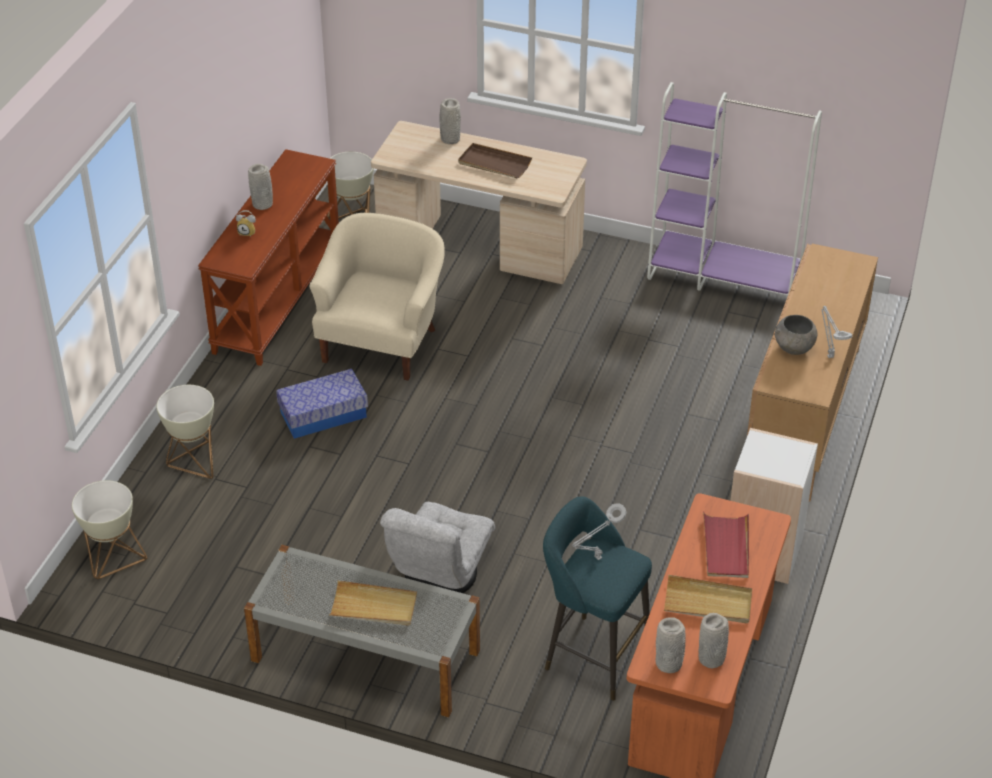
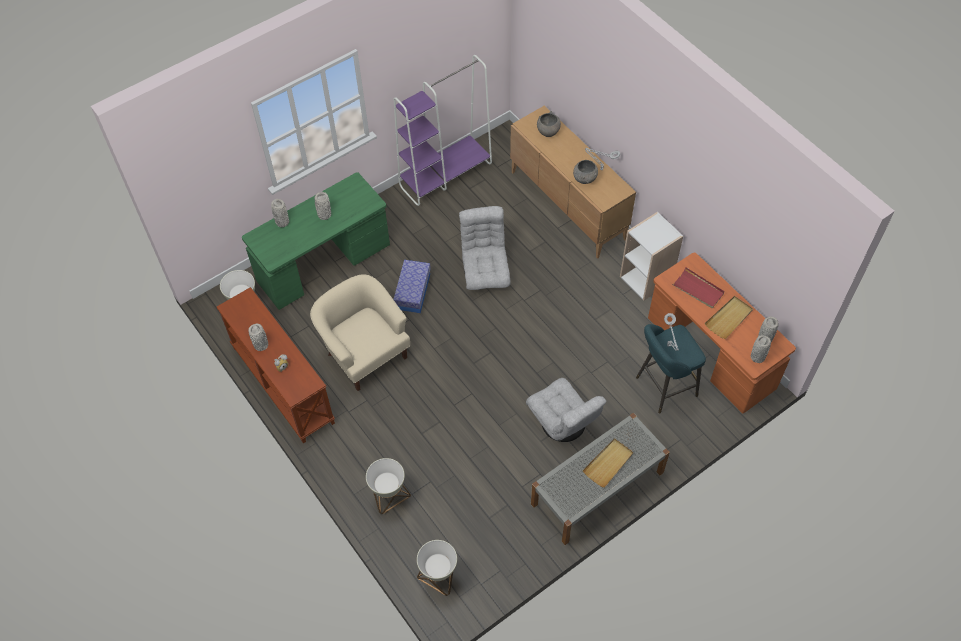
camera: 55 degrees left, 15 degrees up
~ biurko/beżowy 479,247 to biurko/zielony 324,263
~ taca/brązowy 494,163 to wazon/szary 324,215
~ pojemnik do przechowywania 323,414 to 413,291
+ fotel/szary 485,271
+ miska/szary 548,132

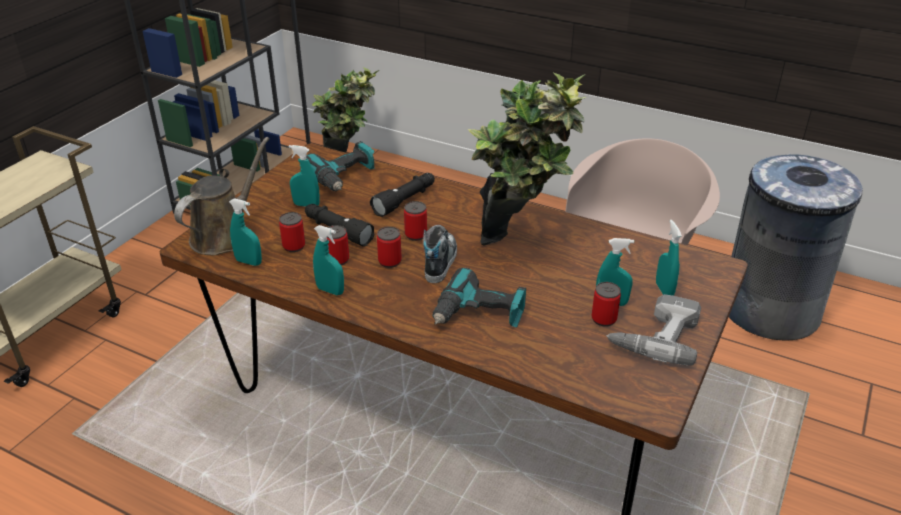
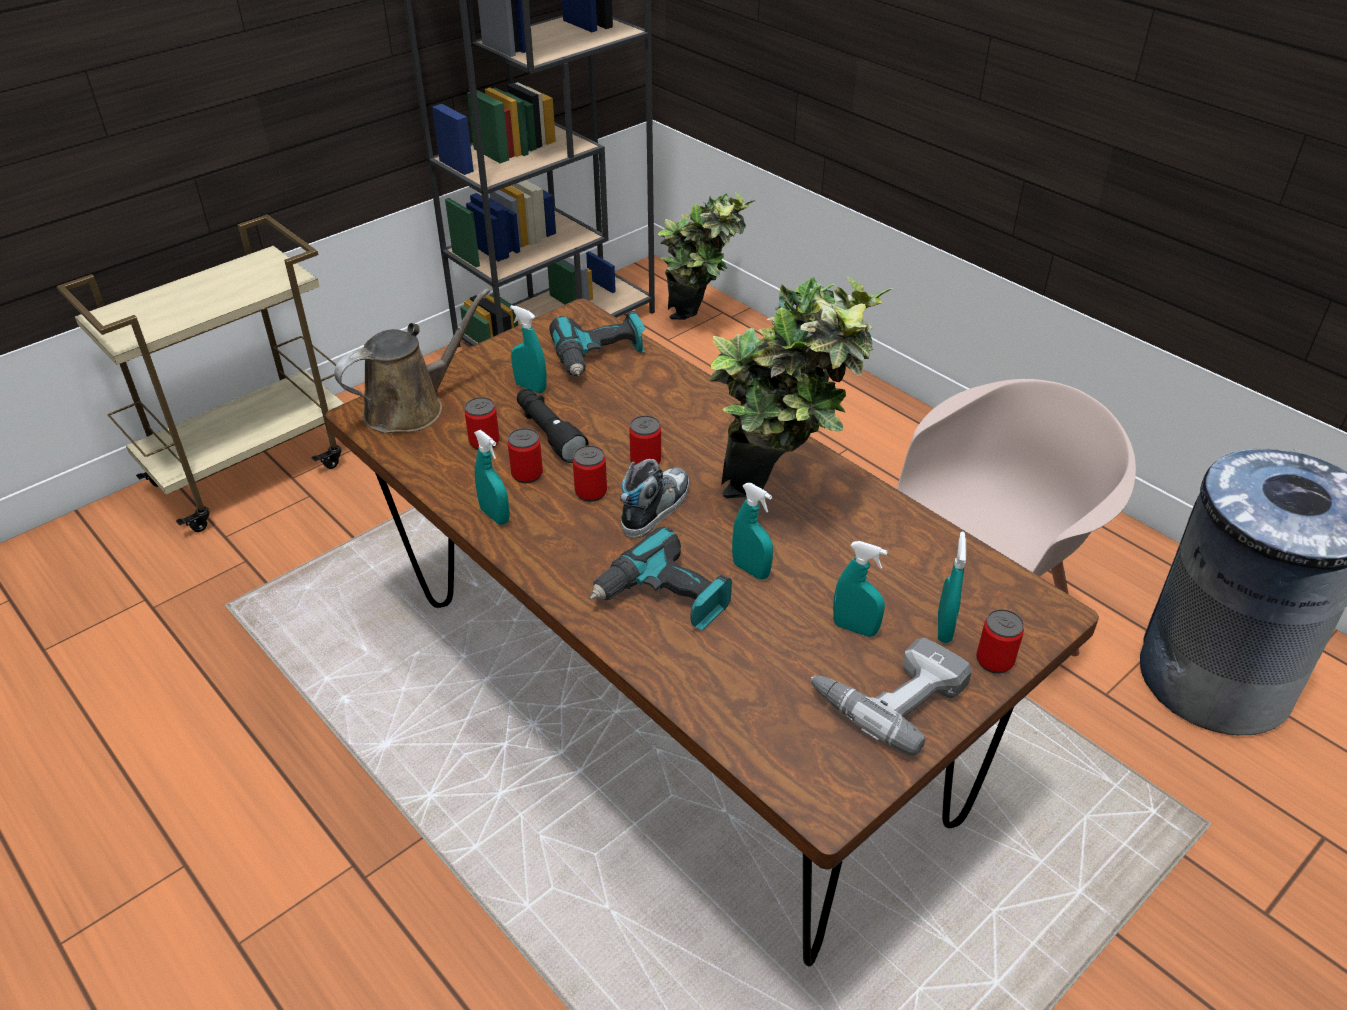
camera: 20 degrees right, 5 degrees up
~ spryskiwacz/turkusowy 249,262 to 751,570
~ puszka 604,319 to 994,661
- latarka/czarny 405,201

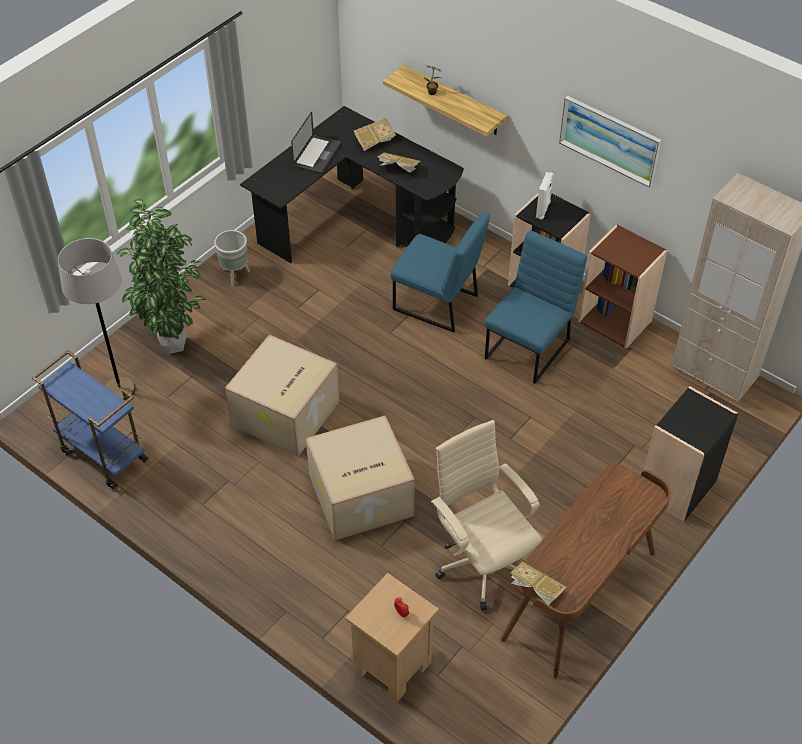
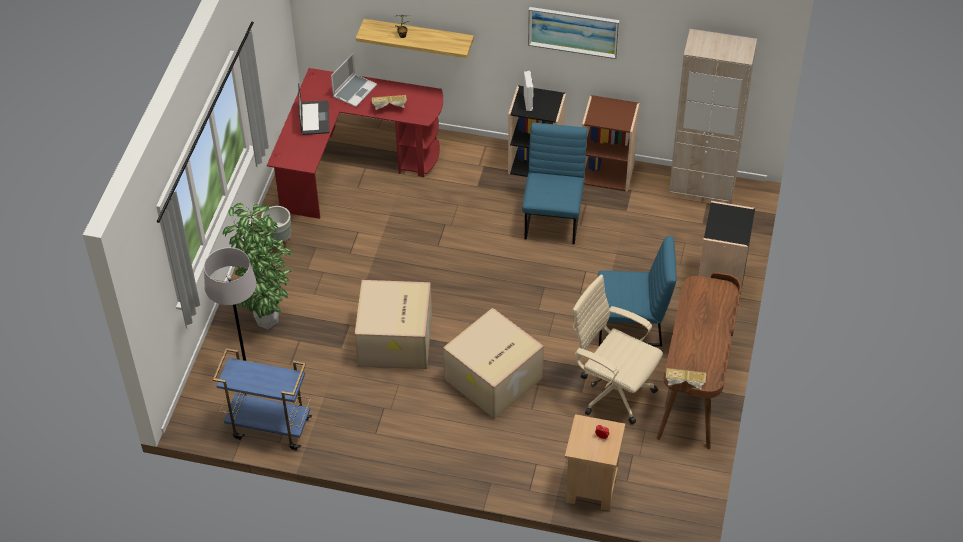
camera: 25 degrees left, 0 degrees up
~ biurko/czarny 355,221 to biurko/czerwony 351,163
~ książka 374,141 to laptop 354,90
~ krzesło/niebieski 437,304 to 632,325

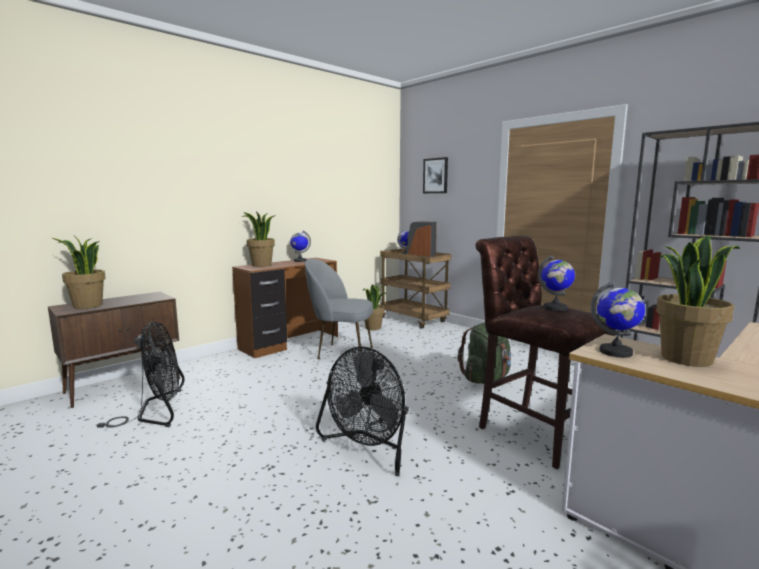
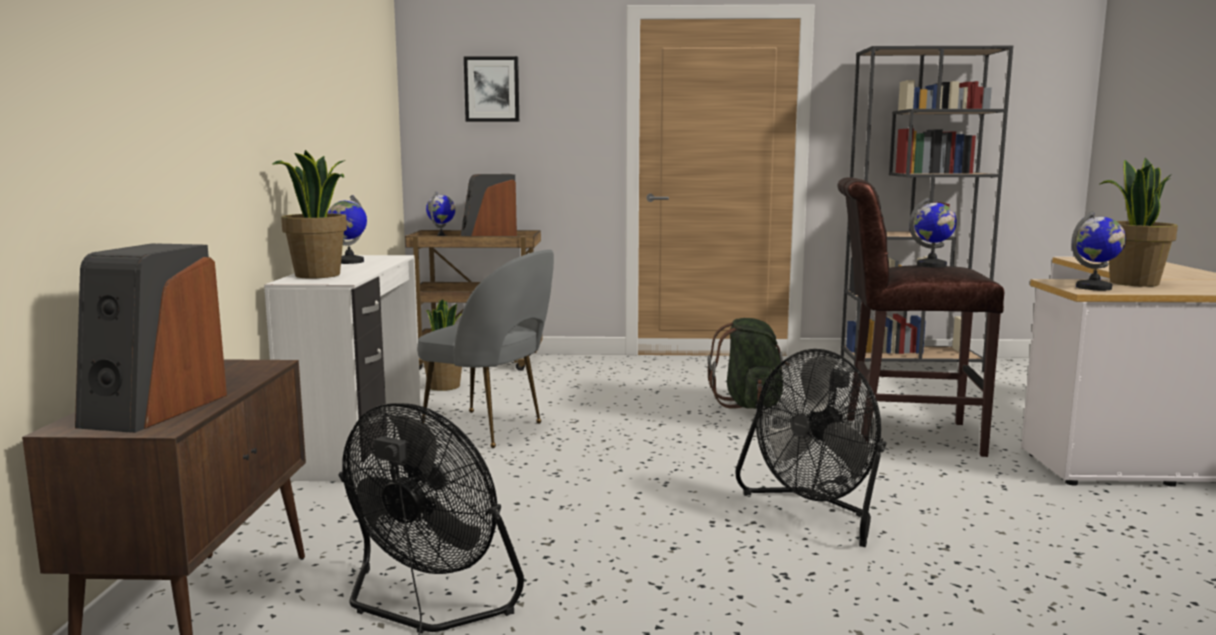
camera: 45 degrees left, 0 degrees up
~ roślina doniczkowa 87,306 to głośnik 154,410
~ biurko/brązowy 290,343 to biurko/biały 360,442
~ krzesło/szary 340,352 = 490,430 120 degrees counterclockwise
~ wentylator/czarny 368,446 = 817,509 60 degrees clockwise

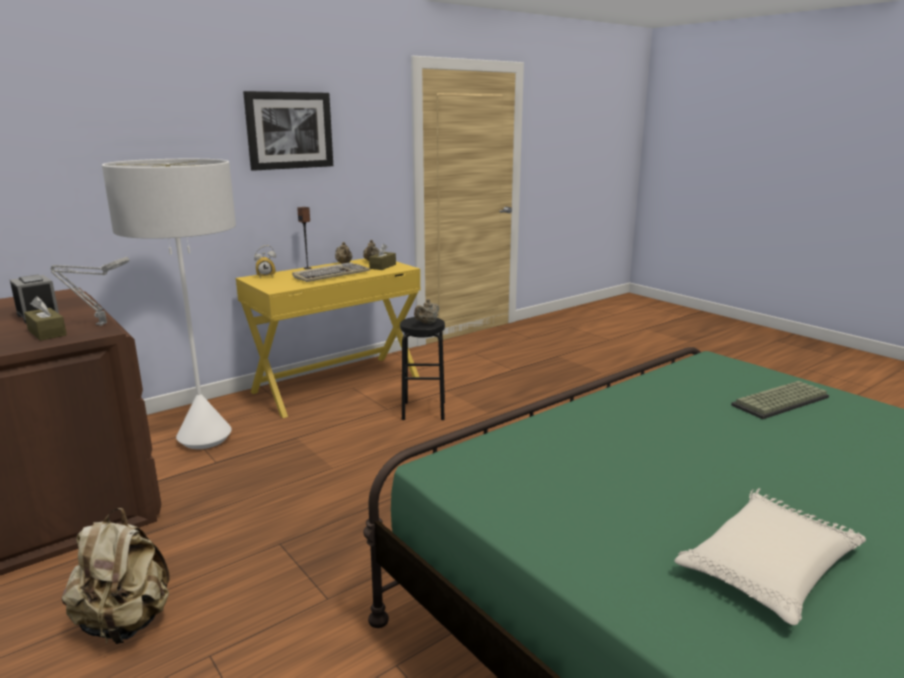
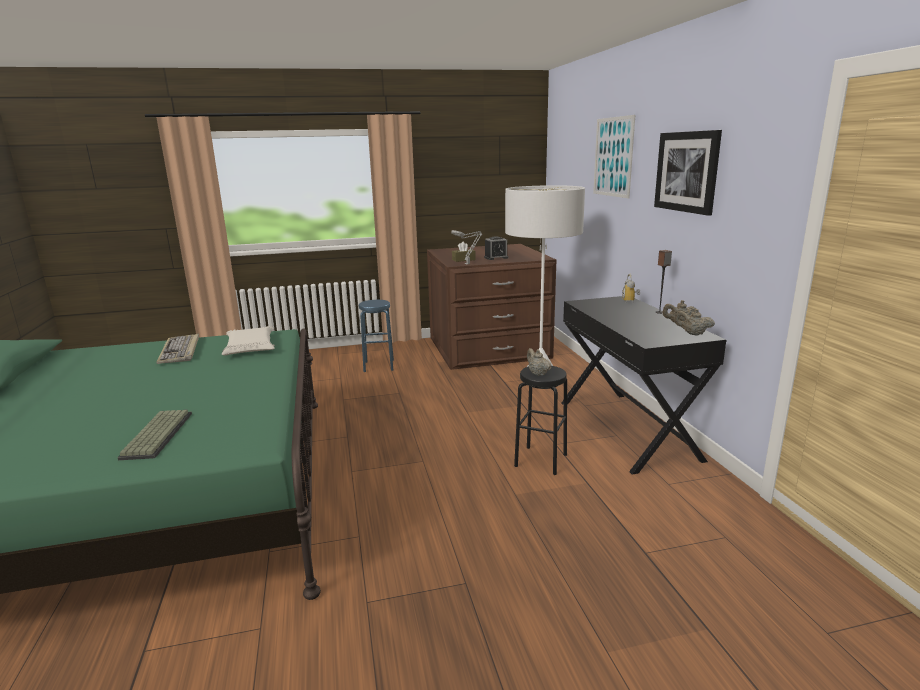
camera: 115 degrees right, 0 degrees up
~ klawiatura 331,275 to 180,351
~ poduszka/biały 768,562 to 250,346
~ plecak/beżowy 125,623 to stołek/niebieski 379,366
~ biurko/żółty 337,384 to biurko/czarny 627,429
+ obraz 613,157
- pudełko chusteczek/brązowy 382,266

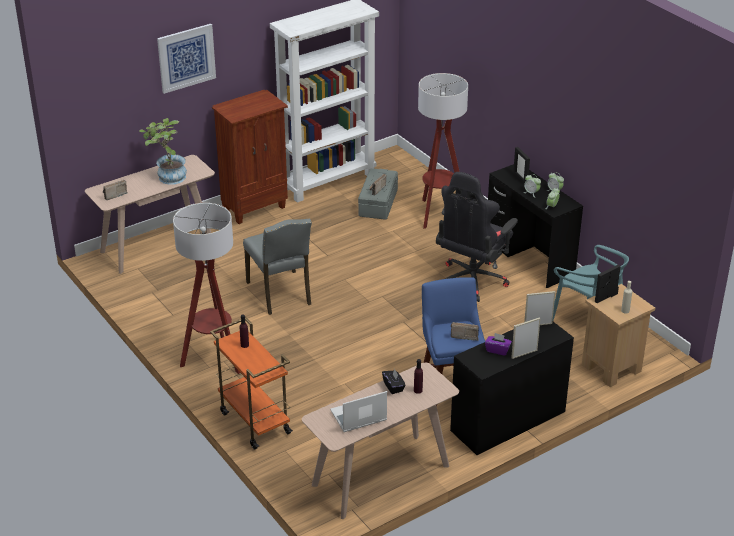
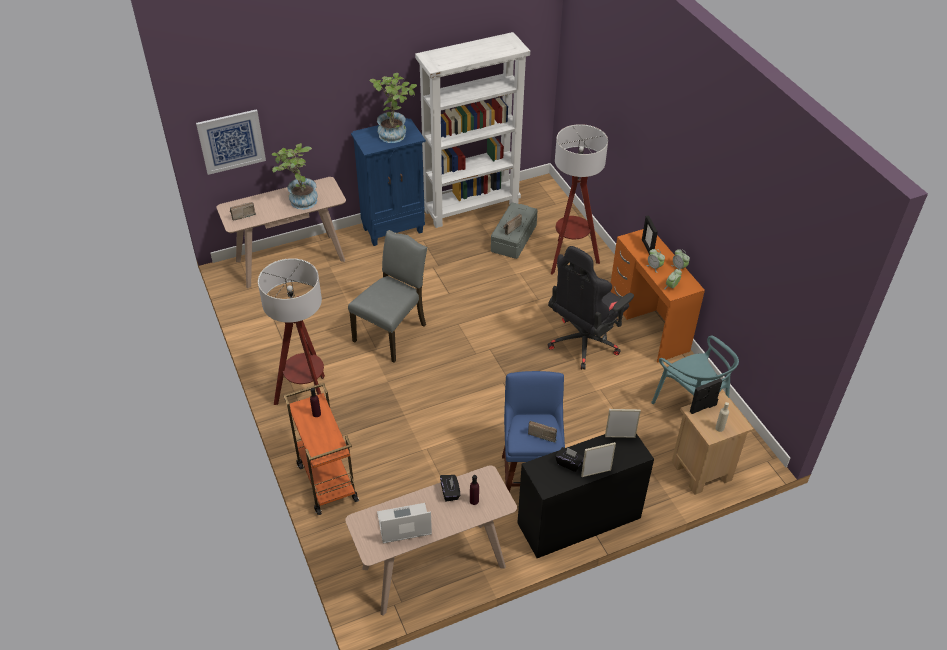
camera: 10 degrees right, 10 degrees up
~ obraz 186,58 to 231,141
~ krzesło/szary 280,294 = 392,332 135 degrees counterclockwise
~ szafka/brązowy 255,209 to szafka/niebieski 393,231
+ roślina doniczkowa 395,133
~ pudełko chusteczek/fioletowy 497,350 to pudełko chusteczek/czarny 569,463
~ biurko/czarny 529,258 to biurko/pomarańczowy 648,324

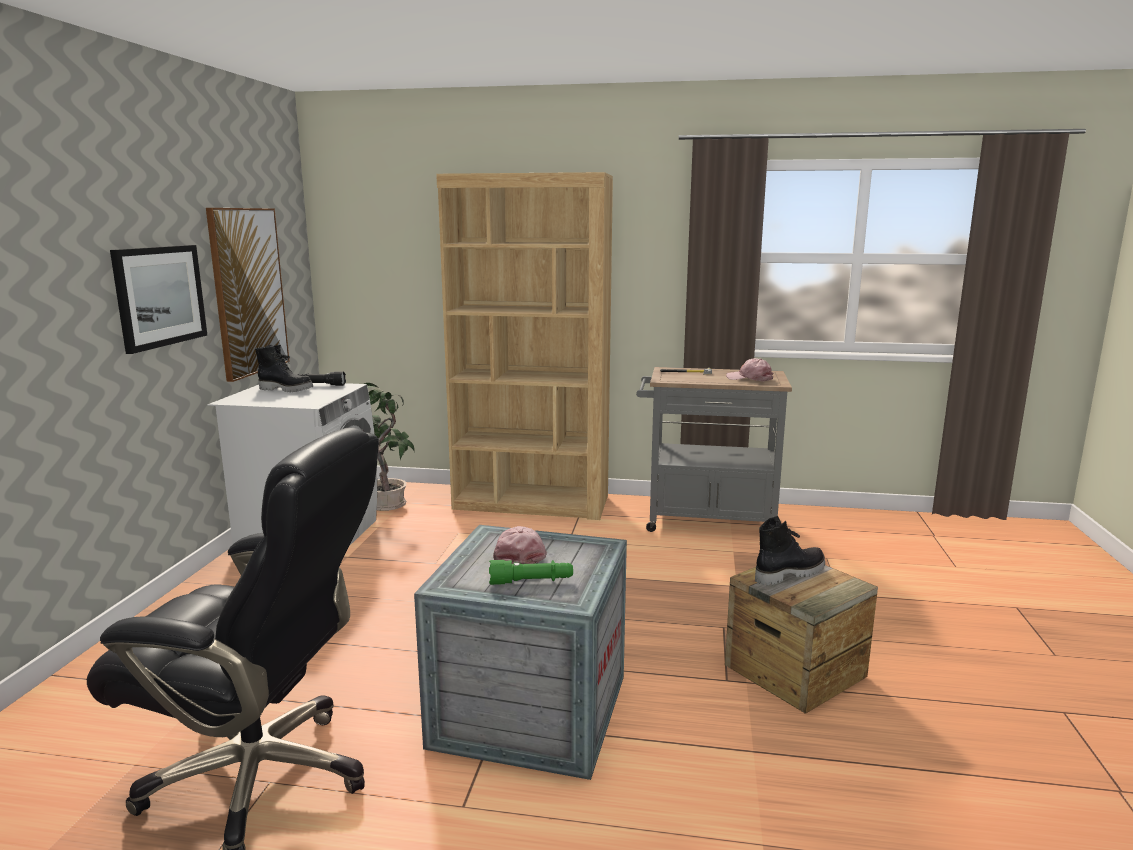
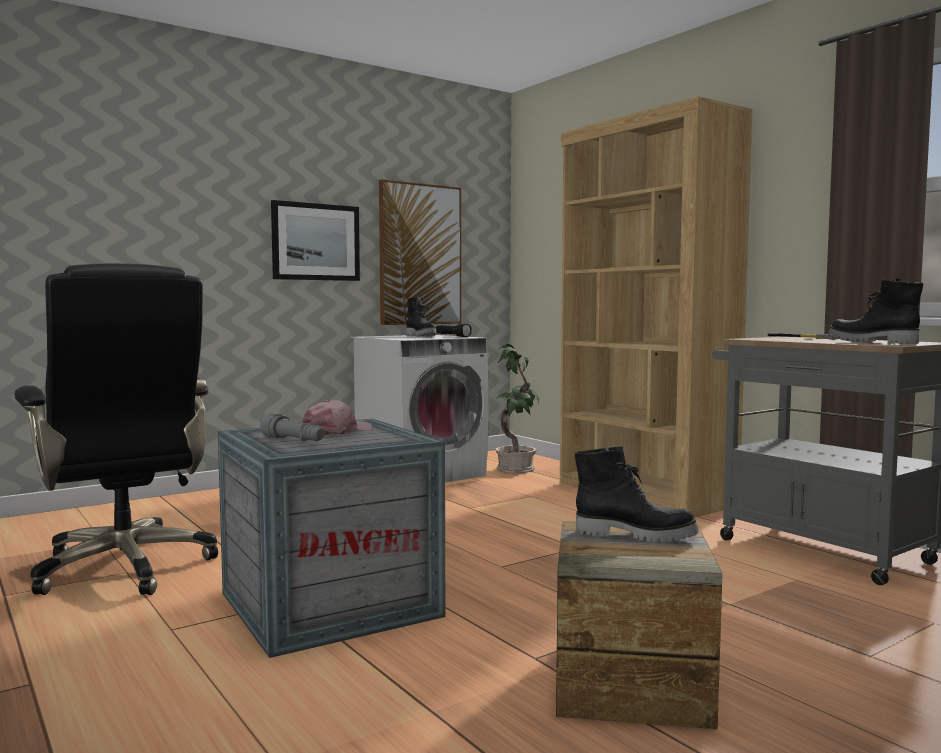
camera: 45 degrees right, 10 degrees down
~ latarka/zielony 531,582 to latarka/szary 294,441
~ czapka z daszkiem/różowy 749,378 to but z cholewką/czarny 871,342

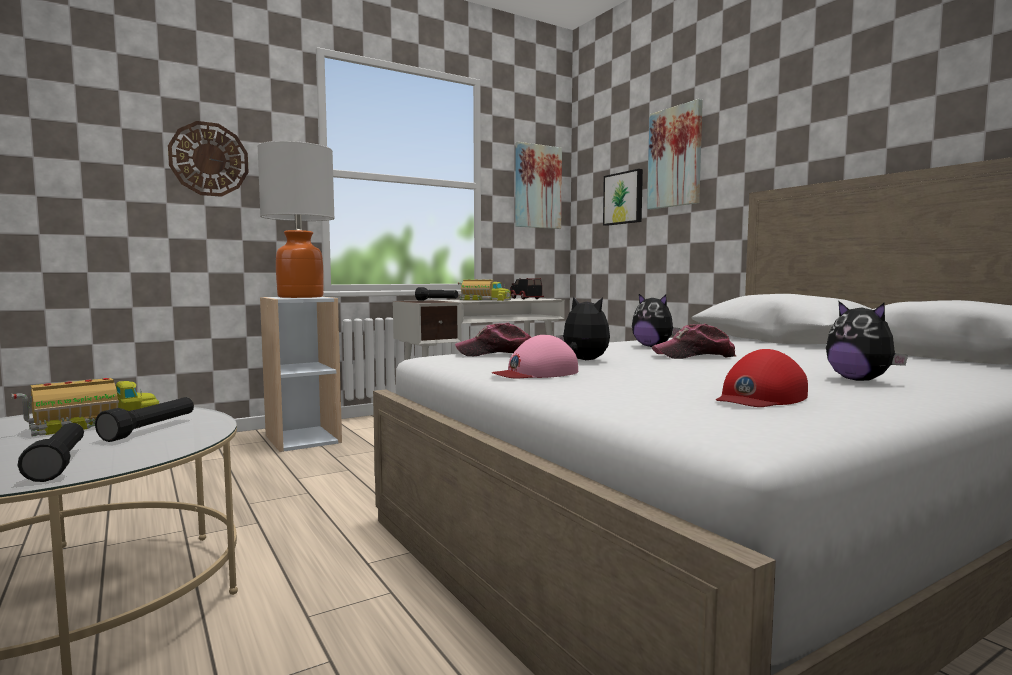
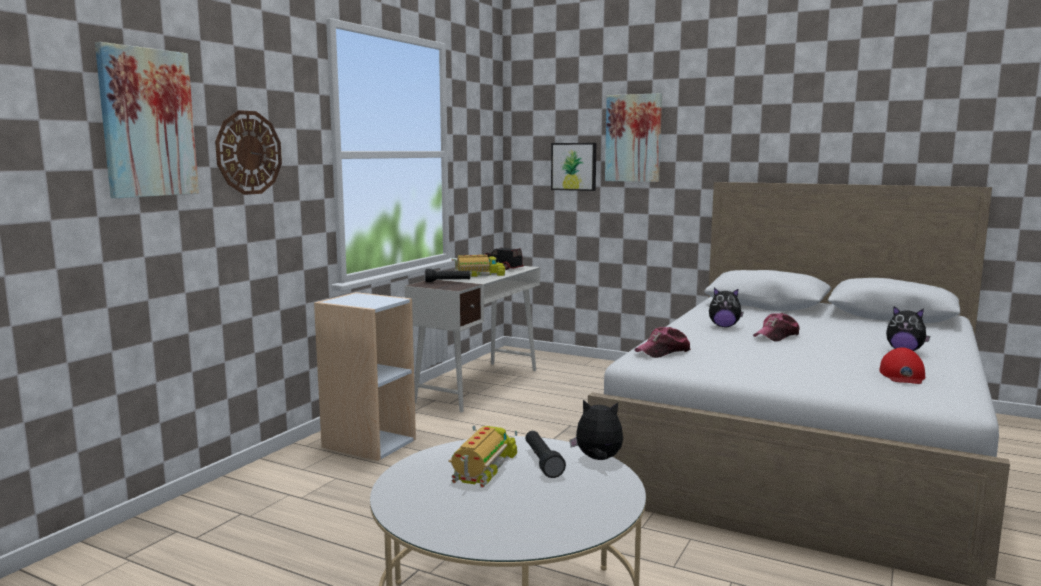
camera: 30 degrees left, 5 degrees up
~ obraz 537,186 to 147,123
~ pluszak 583,360 to 598,459
- latarka/czarny 59,464
- lampa stołowa 301,297
- czapka z daszkiem/różowy 536,373

